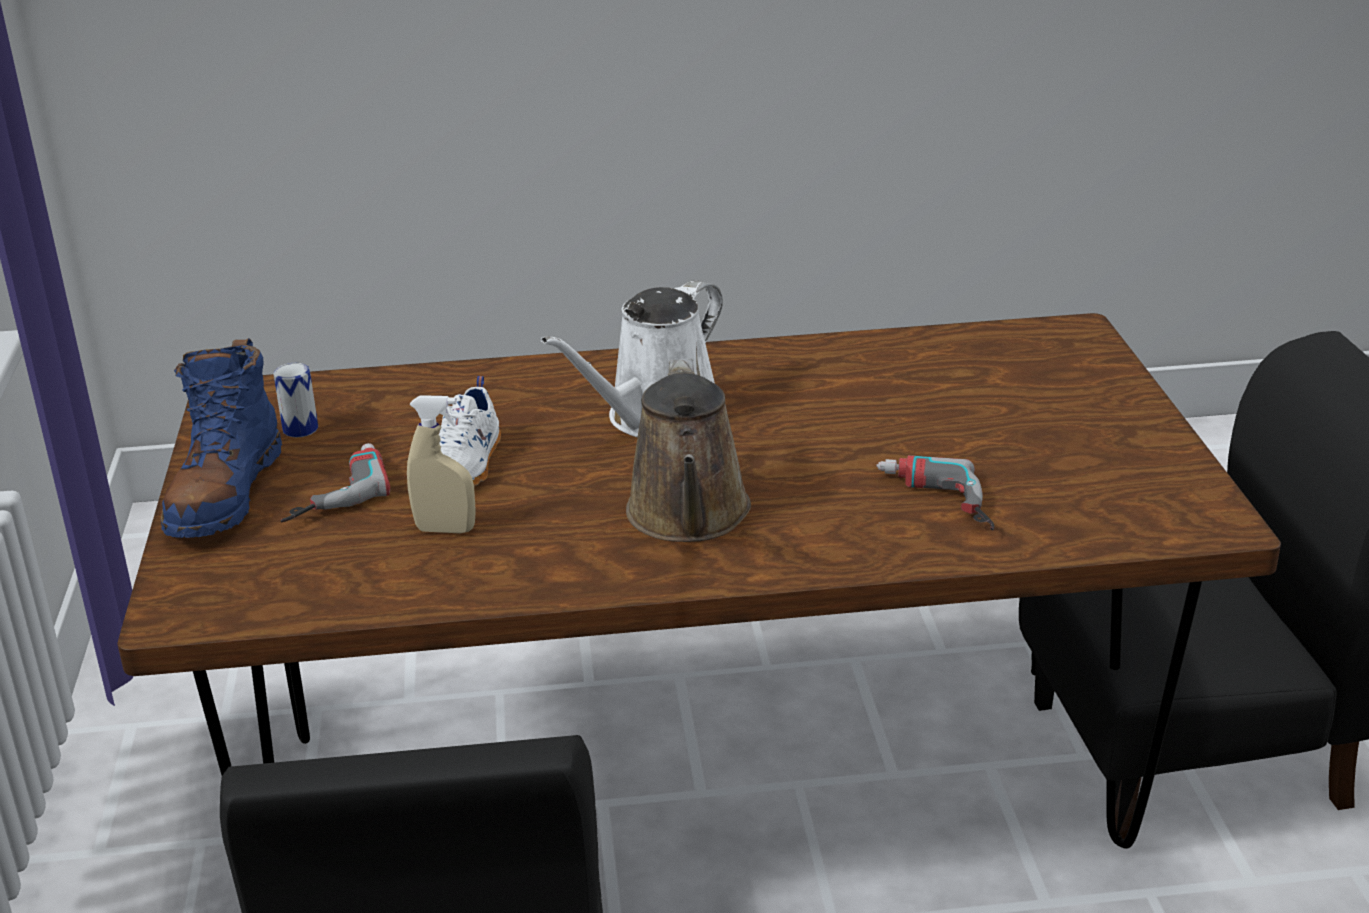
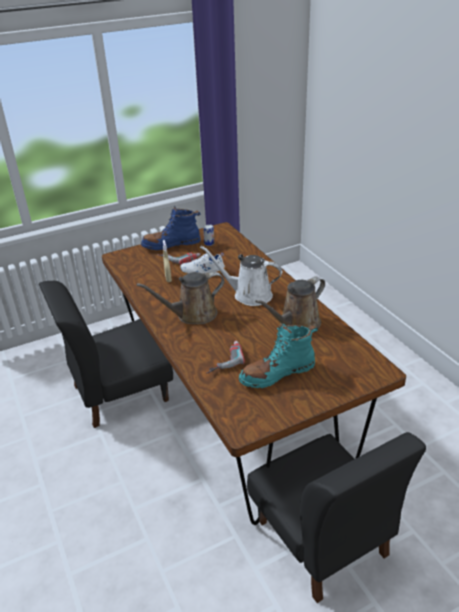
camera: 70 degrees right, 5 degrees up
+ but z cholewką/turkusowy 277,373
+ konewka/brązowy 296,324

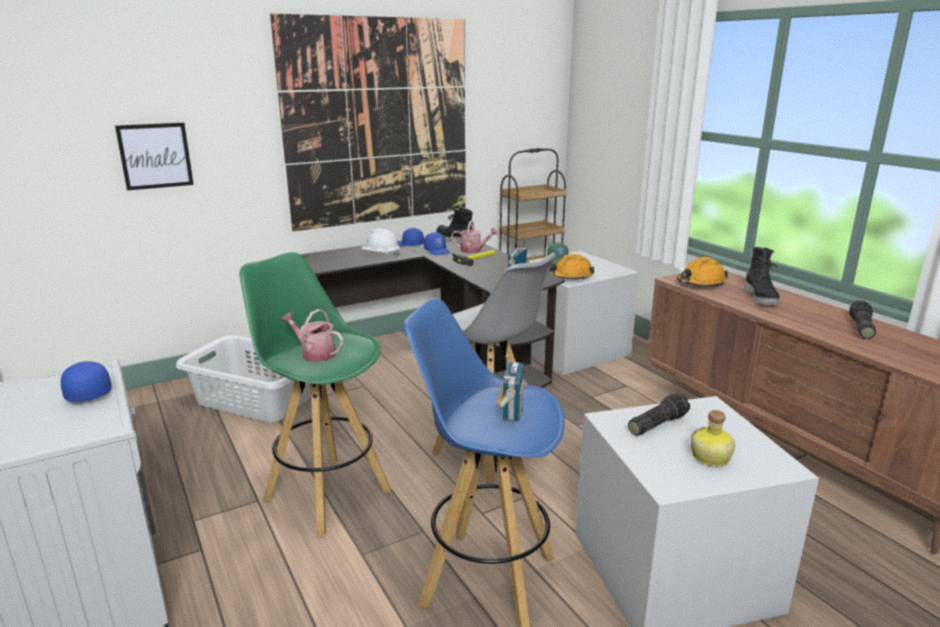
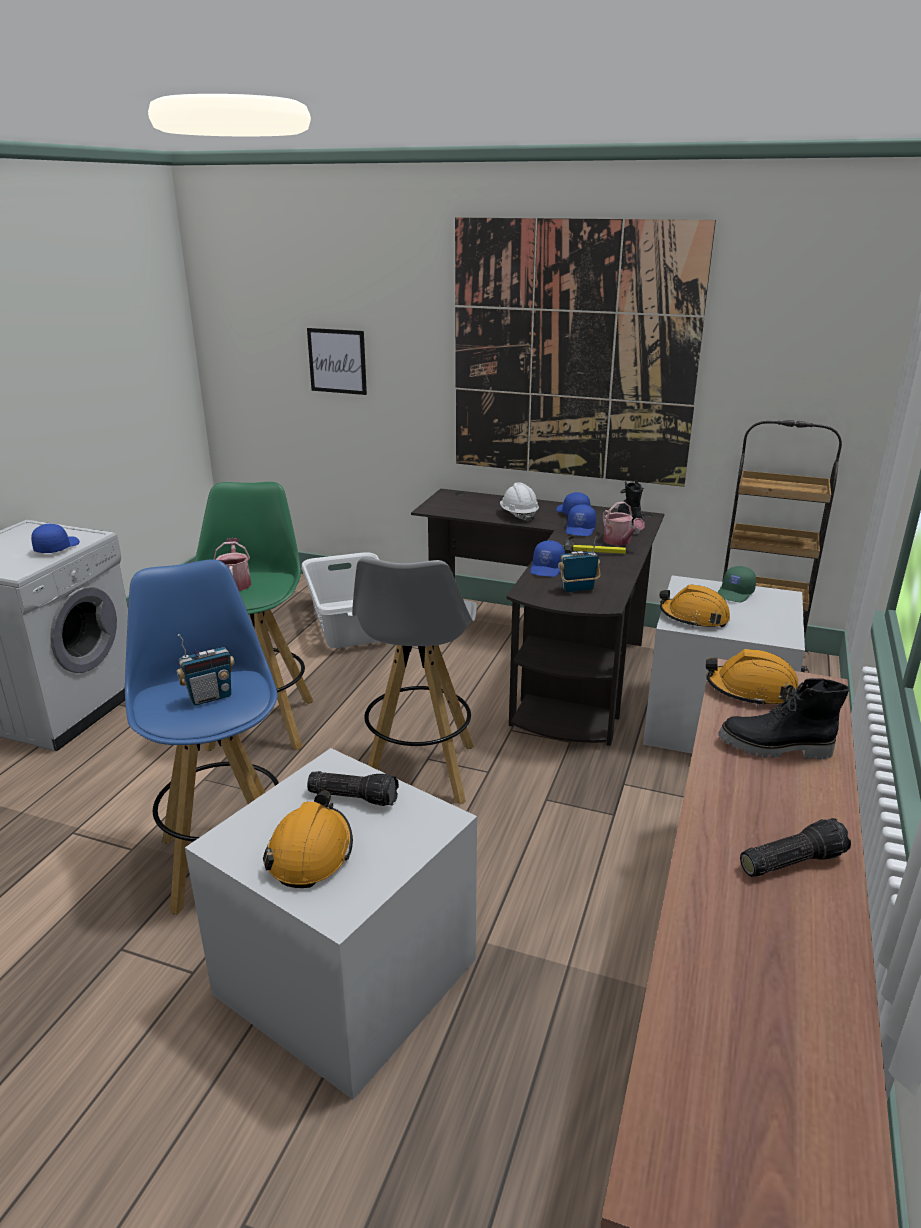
camera: 50 degrees right, 5 degrees up
~ butelka 710,458 to kask/pomarańczowy 310,852
+ czapka z daszkiem/niebieski 547,568
~ but z cholewką/czarny 761,298 = 775,748 45 degrees clockwise

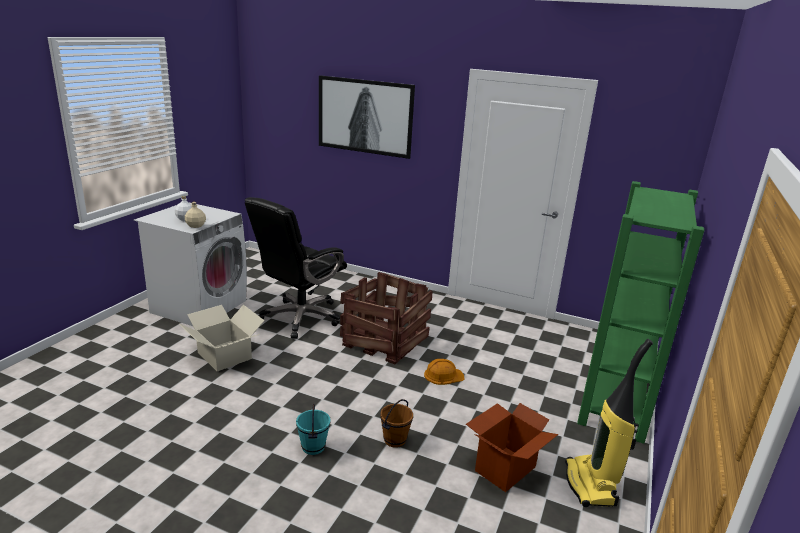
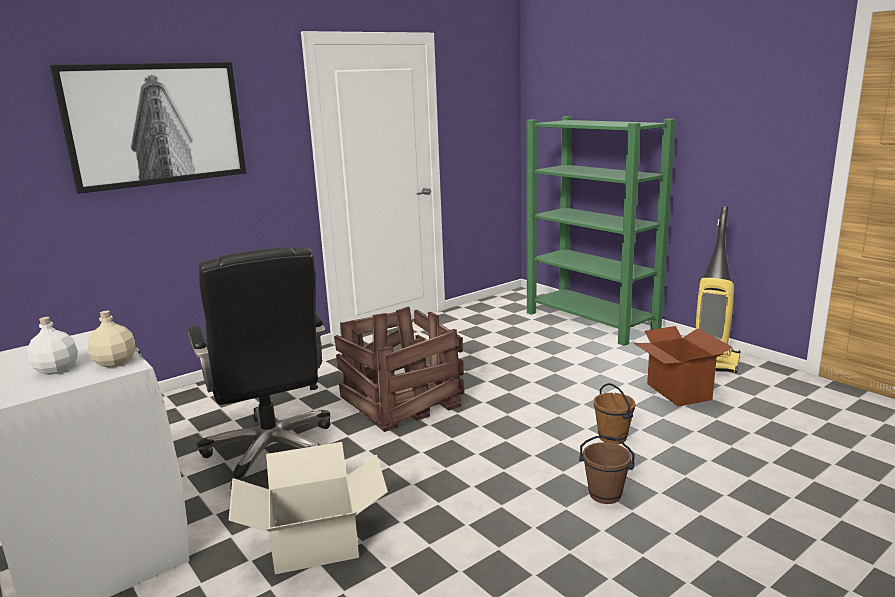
camera: 60 degrees left, 5 degrees down
~ wiadro/turkusowy 313,447 to wiadro/brązowy 605,494
- kask/pomarańczowy 443,375

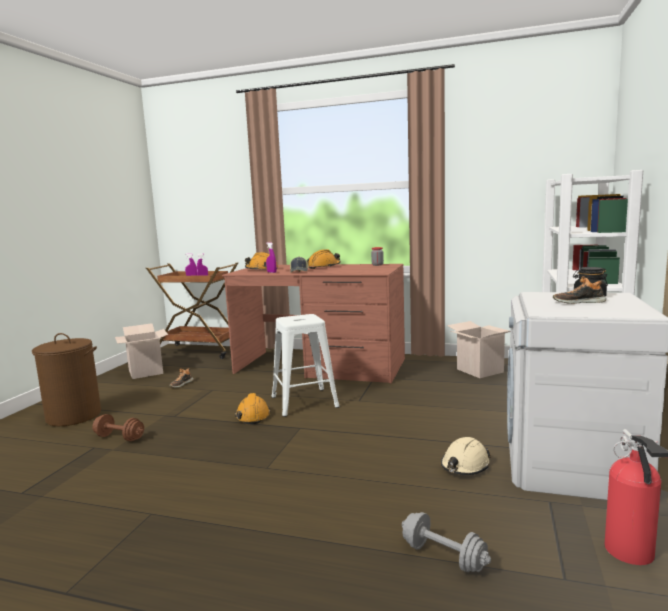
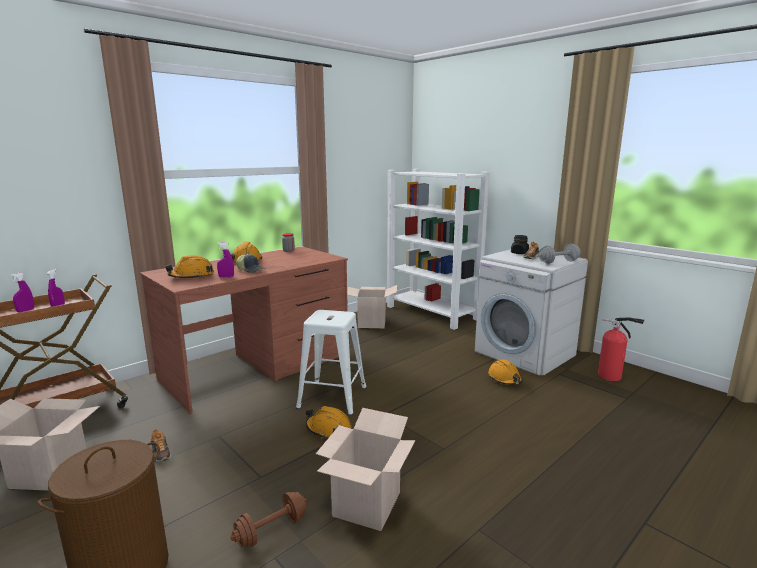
camera: 60 degrees left, 5 degrees up
+ karton 366,504
~ kask/beżowy 465,466 to kask/pomarańczowy 505,379
~ hantel/szary 443,556 to 558,262

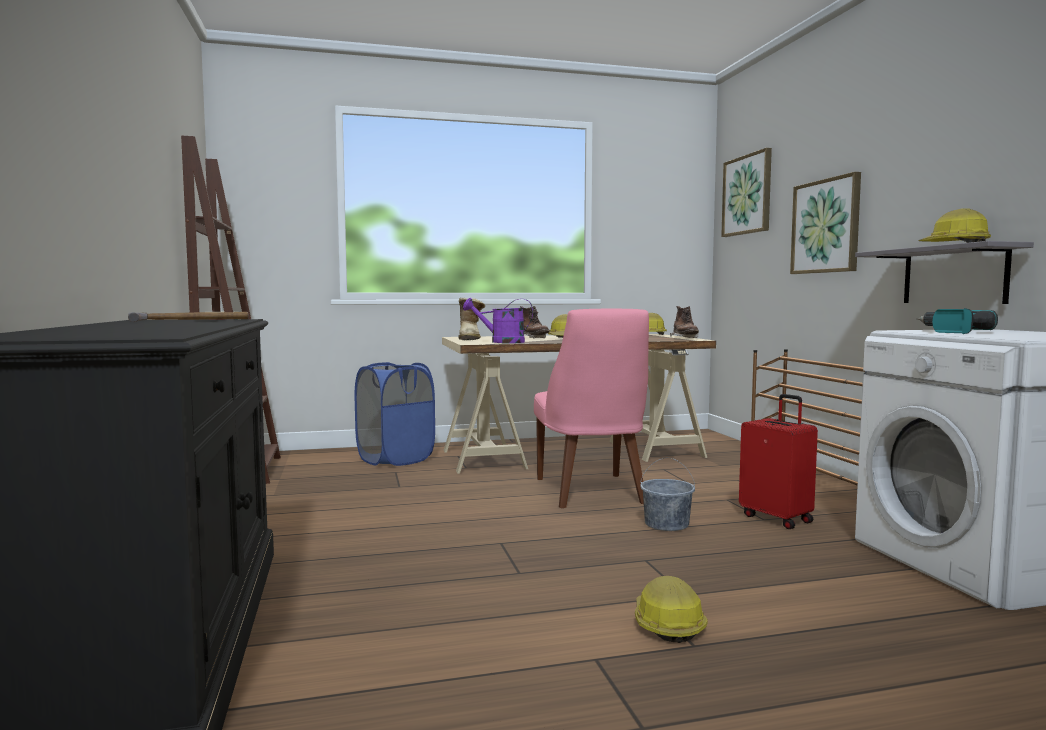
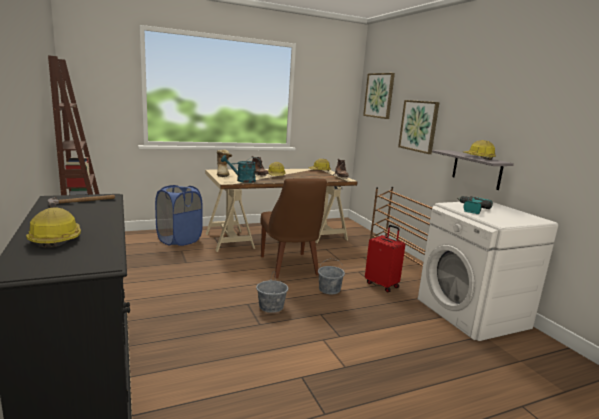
camera: 10 degrees left, 10 degrees up
~ kask 666,624 to 56,238
~ konewka/fioletowy 501,342 to konewka/turkusowy 242,180
+ wiadro/szary 271,306
~ krzesło/różowy 591,492 to krzesło/brązowy 290,266

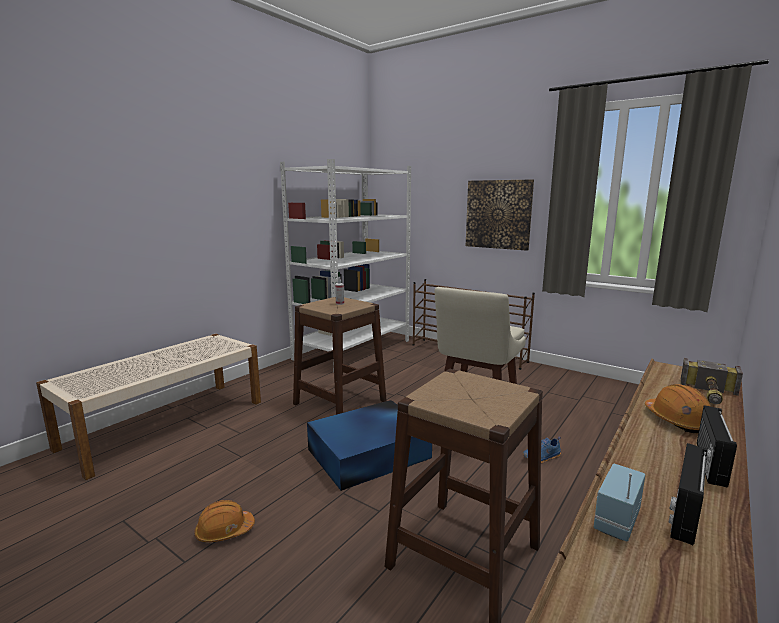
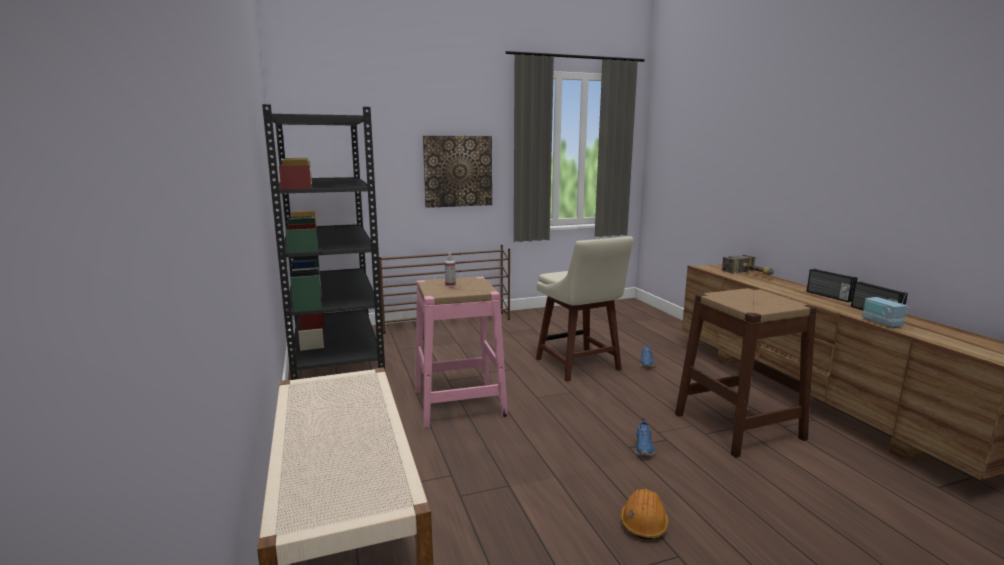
camera: 55 degrees left, 0 degrees up
~ regał/biały 353,349 to regał/czarny 336,359
~ stołek/brązowy 340,402 to stołek/różowy 459,402
+ but/niebieski 644,447
- pojemnik do przechowywania/niebieski 370,453
- kask/pomarańczowy 678,420

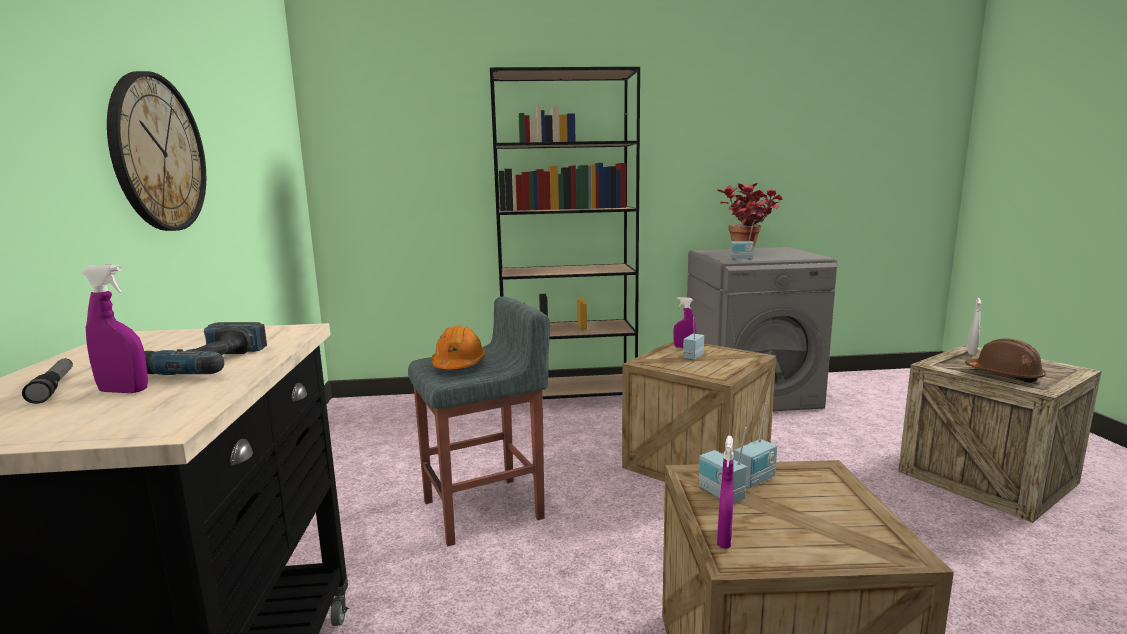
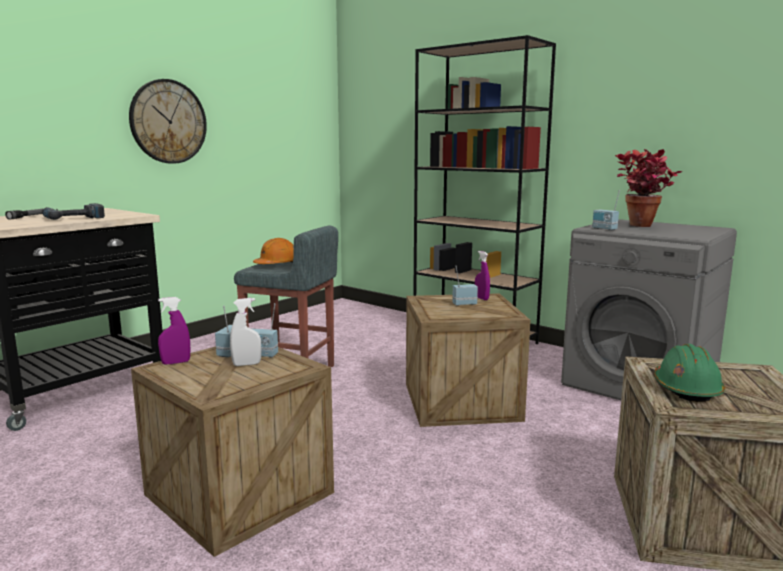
camera: 45 degrees right, 0 degrees up
~ spryskiwacz/biały 971,352 to 246,364
~ kask/brązowy 1004,375 to kask/zielony 686,389
- spryskiwacz/fioletowy 124,391

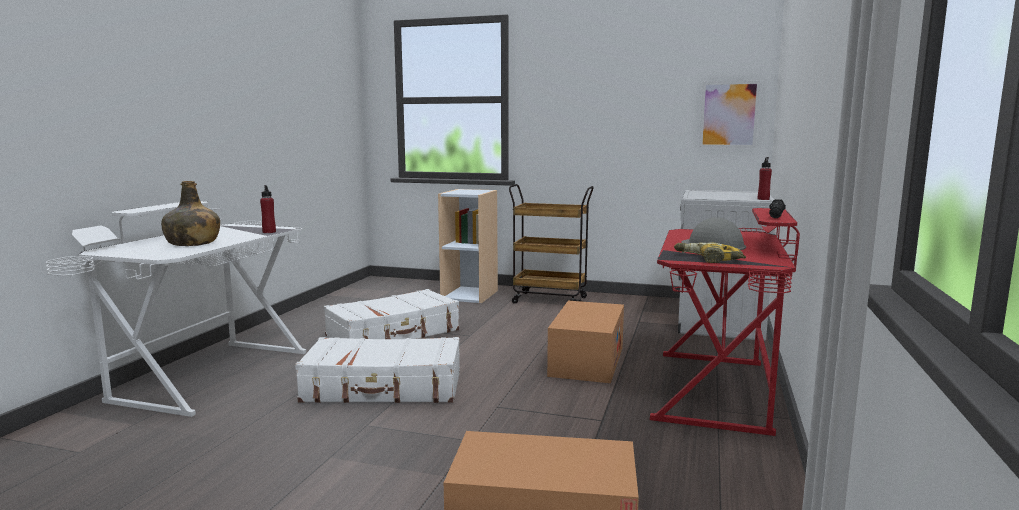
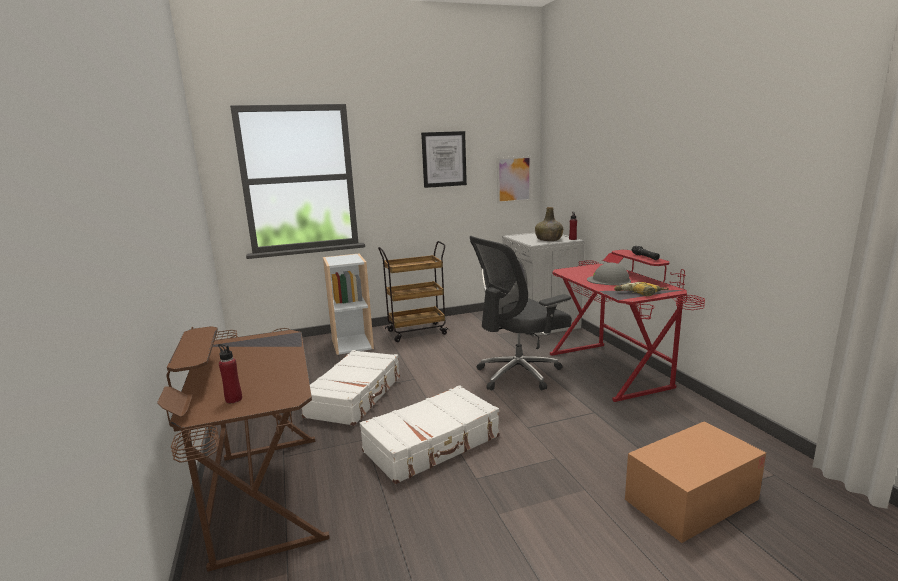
camera: 35 degrees left, 5 degrees up
~ biurko/biały 209,374 to biurko/brązowy 264,495
~ butelka/czerwony 269,232 to 233,399
+ obraz 444,159
~ karton 586,361 to krzesło biurowe 519,374
~ butelka/zielony 192,243 to 549,239

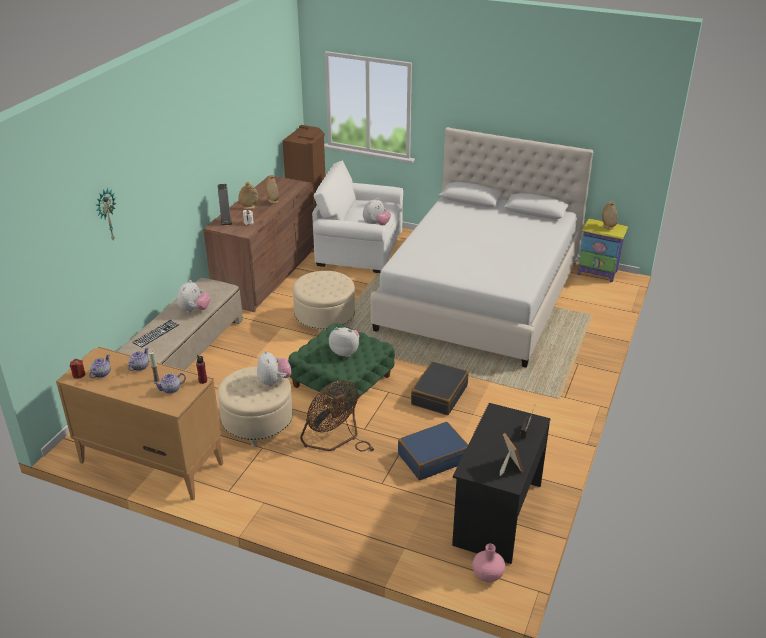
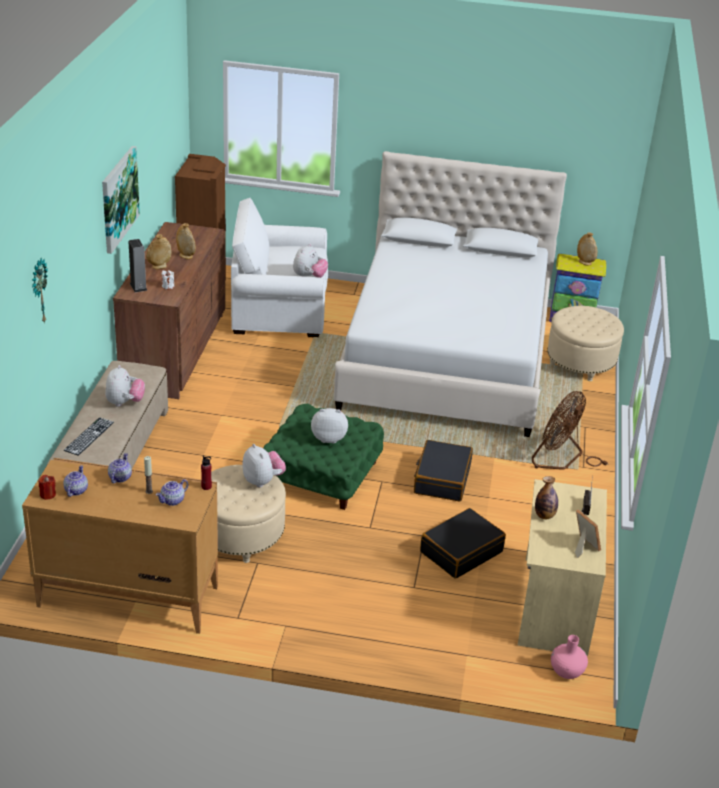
camera: 15 degrees left, 0 degrees up
+ obraz 118,198
~ walizka/niebieski 432,458 to walizka/czarny 461,551
~ biurko/czarny 496,514 to biurko/beżowy 553,605
~ wentylator/brązowy 339,438 to 565,456
+ butelka 544,515
~ pufa/beżowy 325,320 to 580,363

